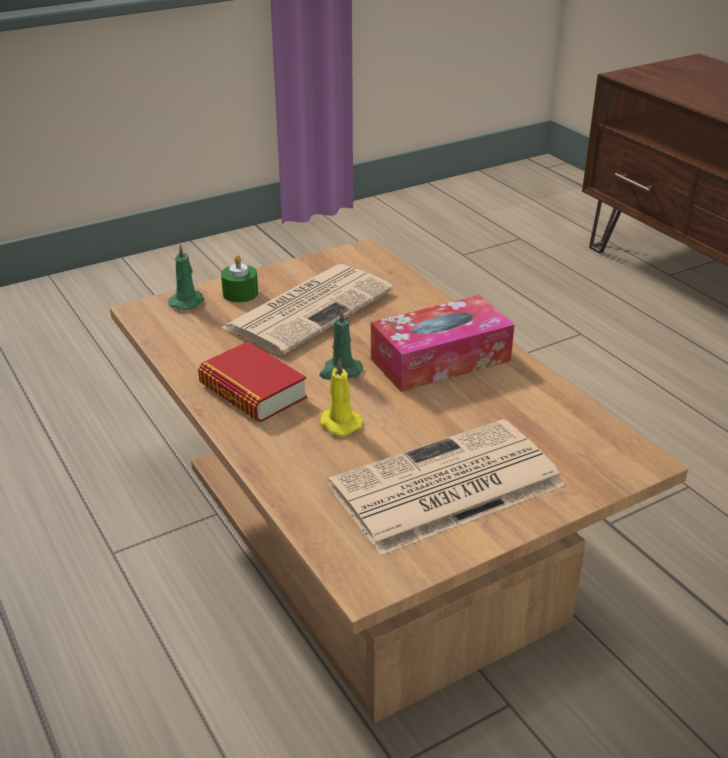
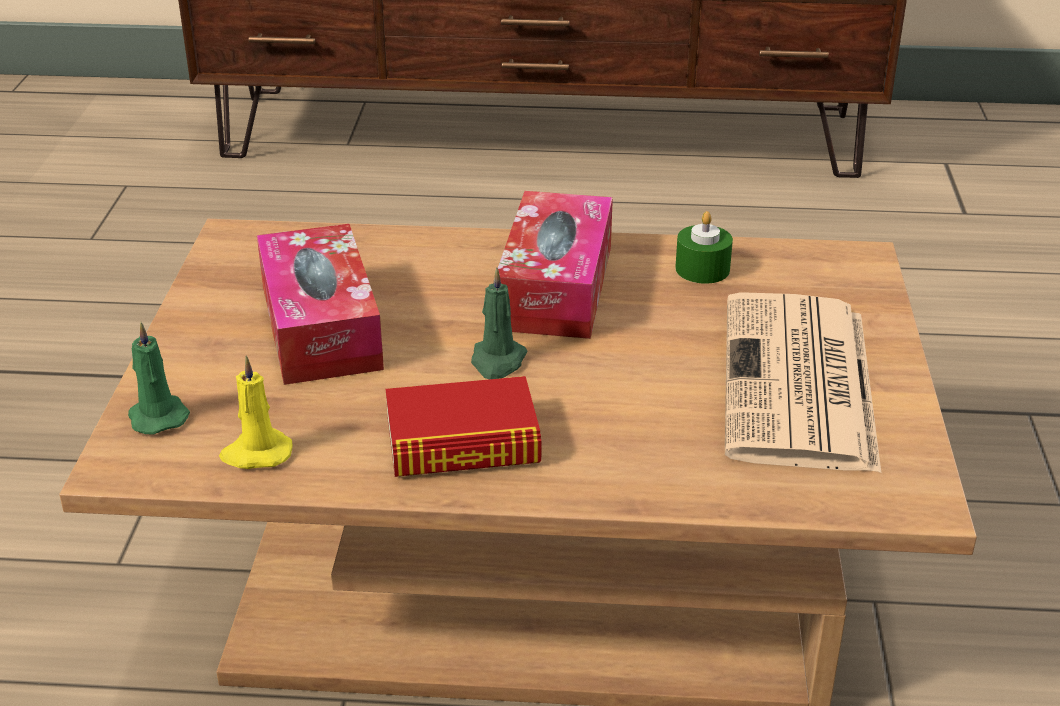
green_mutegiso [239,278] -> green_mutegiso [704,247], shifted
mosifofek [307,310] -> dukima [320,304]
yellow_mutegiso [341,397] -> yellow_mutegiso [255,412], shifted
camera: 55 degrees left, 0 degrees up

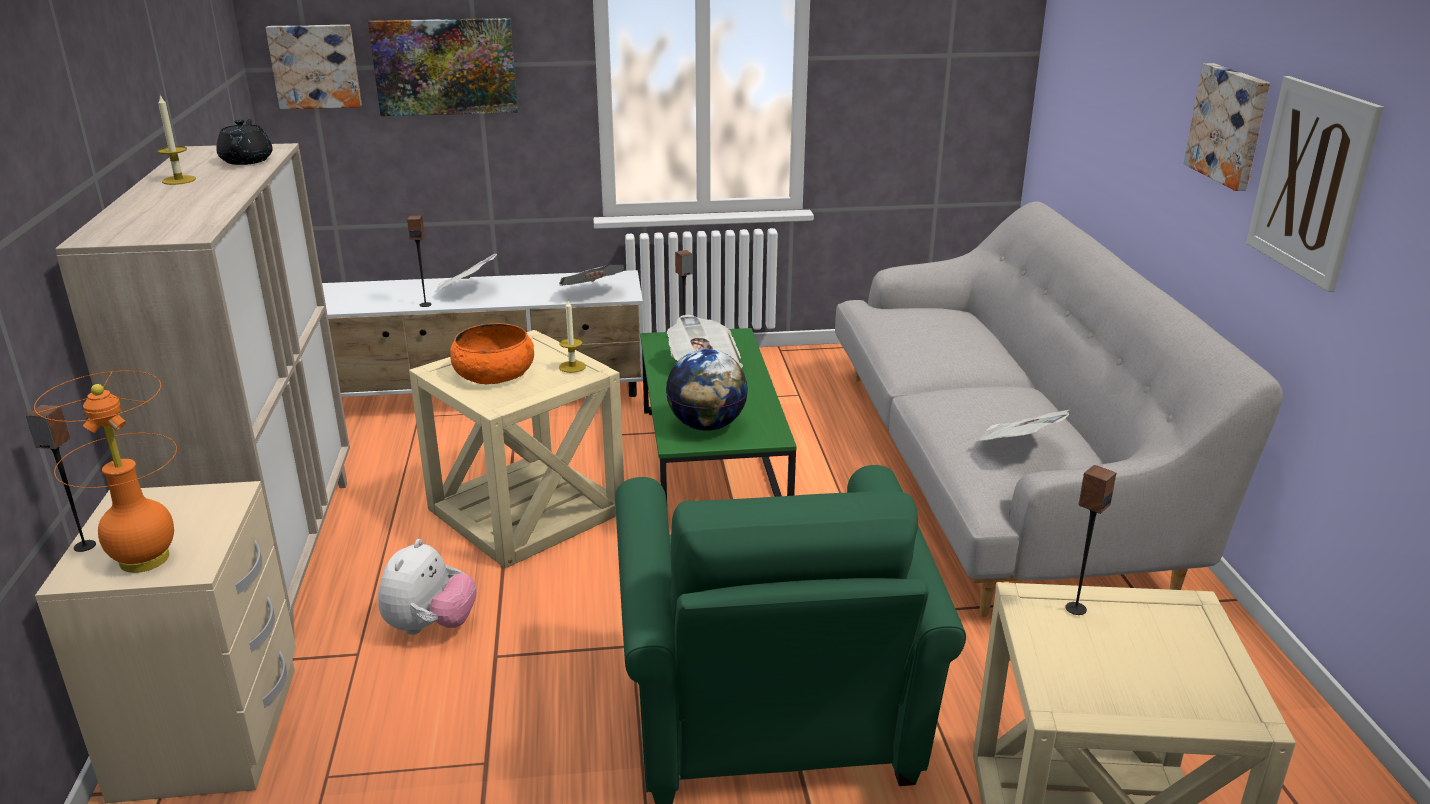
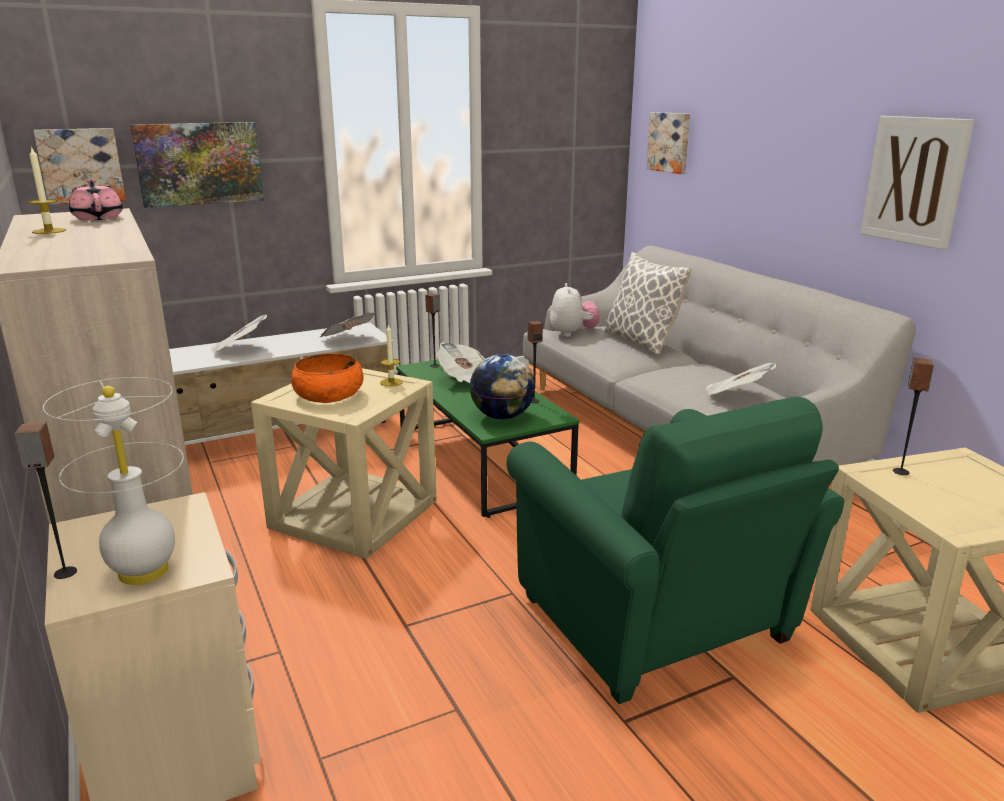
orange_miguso [105,472] -> white_miguso [113,481]
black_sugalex [244,142] -> pink_sugalex [96,200]
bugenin [427,587] -> bugenin [575,310], shifted
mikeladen [419,261] -> mikeladen [535,361], shifted
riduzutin [1227,127] -> riduzutin [668,143], shifted
none -> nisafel [648,303]
camera: 20 degrees left, 5 degrees down

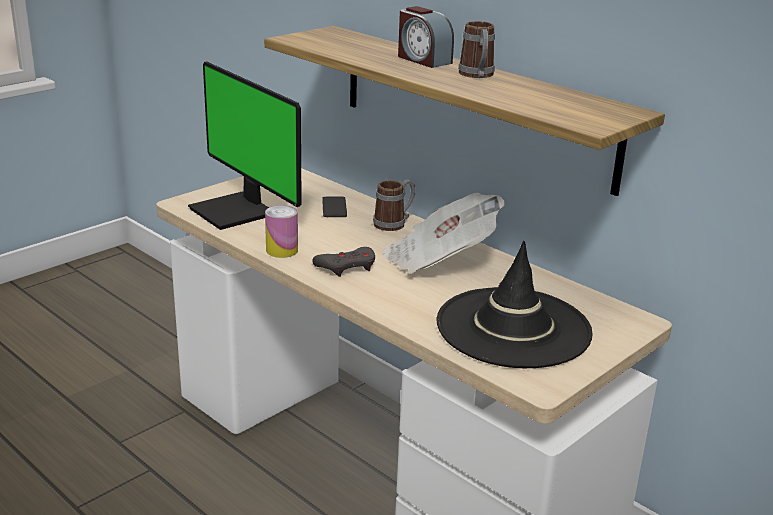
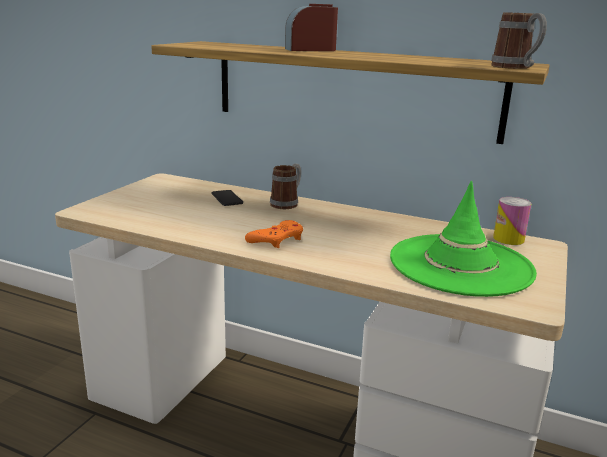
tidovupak [245,146] -> none
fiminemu [281,231] -> fiminemu [512,221], shifted
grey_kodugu [343,262] -> orange_kodugu [274,234]
mosifofek [444,233] -> none
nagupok [426,37] -> nagupok [311,28], 135 degrees clockwise
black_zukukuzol [514,304] -> green_zukukuzol [463,239]
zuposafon [476,49] -> zuposafon [519,40], shifted
camera: 20 degrees left, 5 degrees down

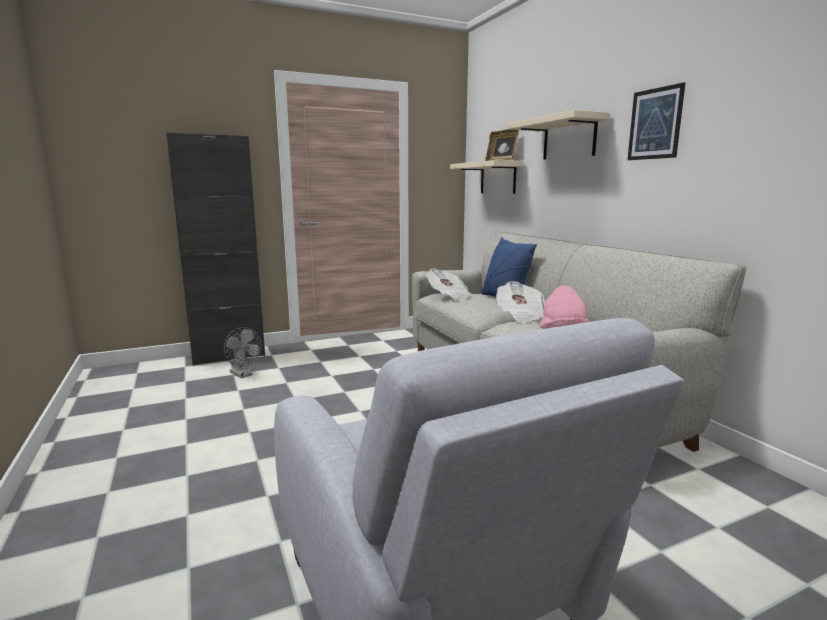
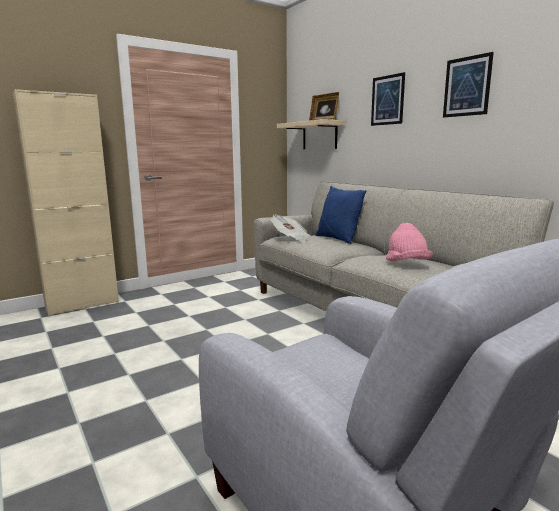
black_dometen [215,249] -> beige_dometen [66,202]
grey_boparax [243,352] -> none
mosifofek [520,302] -> none
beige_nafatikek [558,135] -> riduzutin [388,99]
camera: 10 degrees left, 0 degrees up

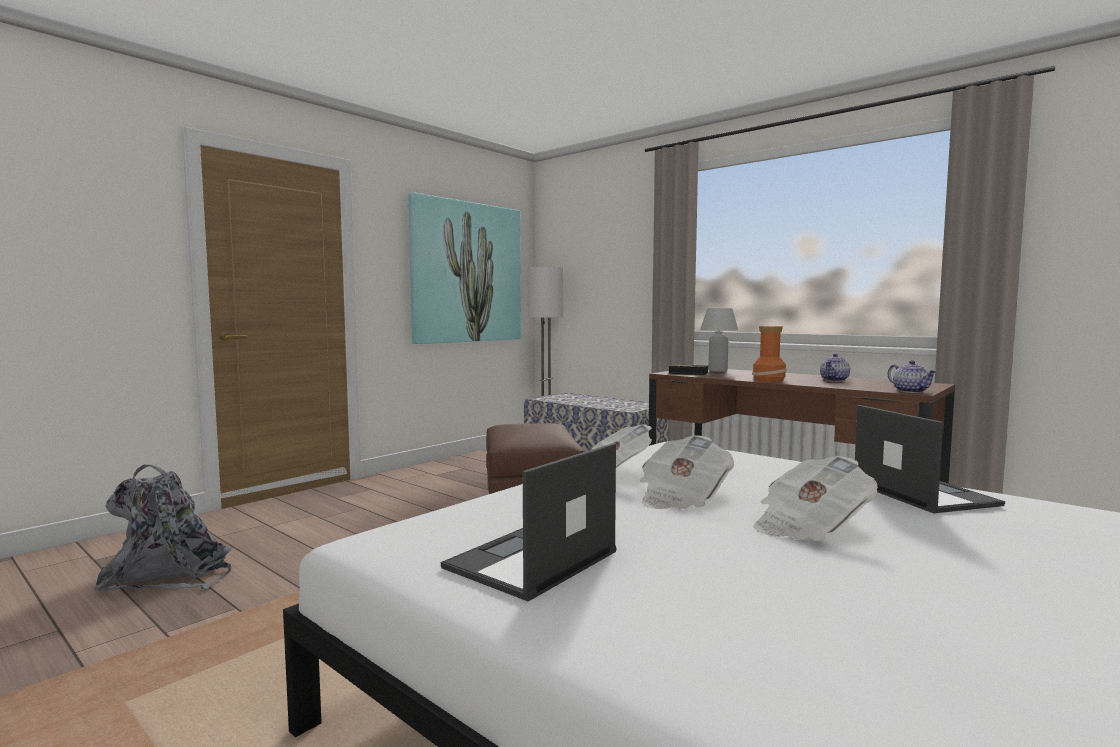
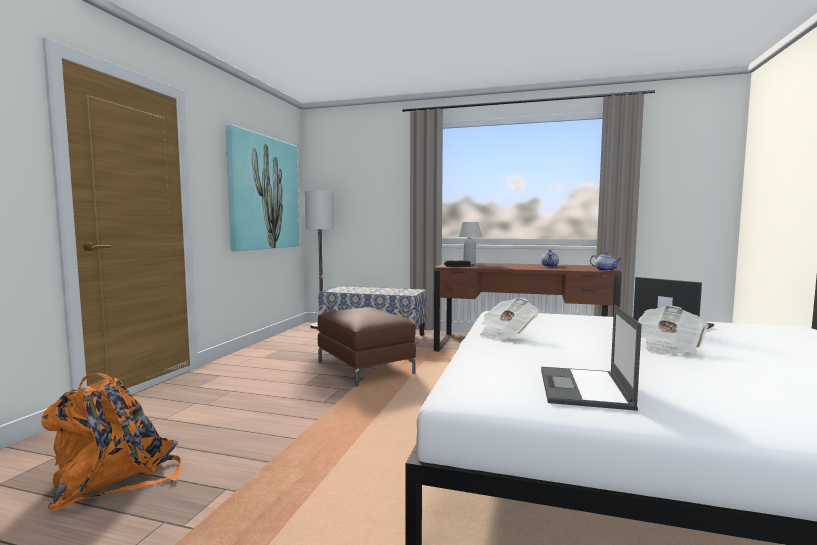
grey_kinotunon [162,528] -> orange_kinotunon [111,441]
mosifofek [687,472] -> none
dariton [769,354] -> none
camera: 25 degrees left, 0 degrees up

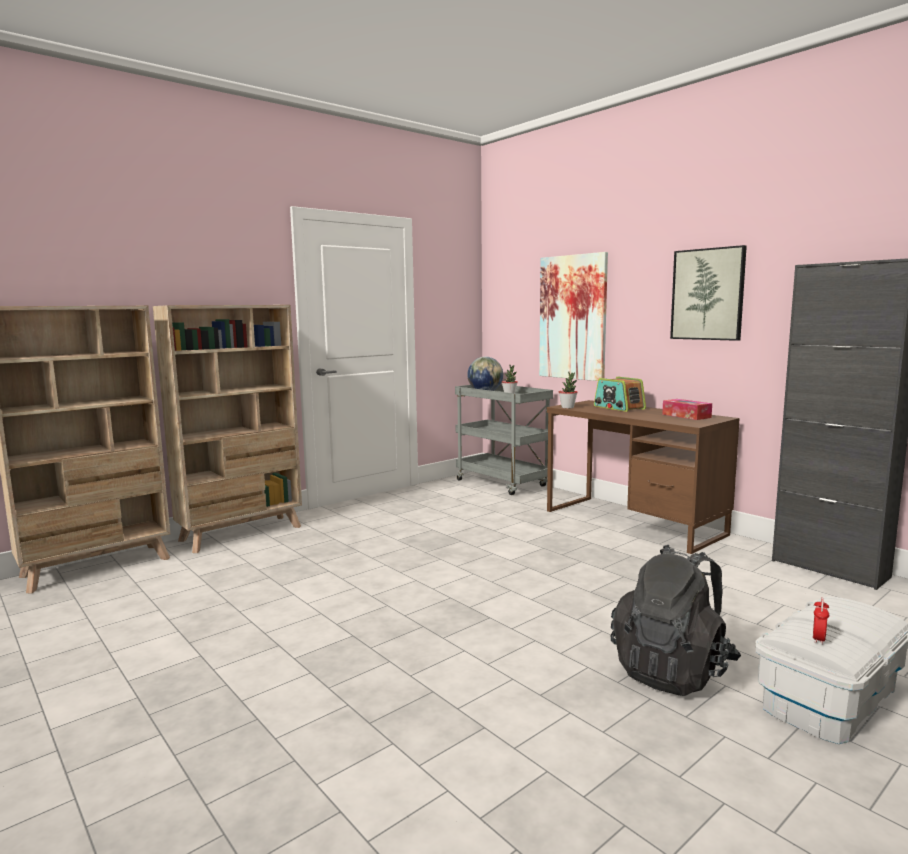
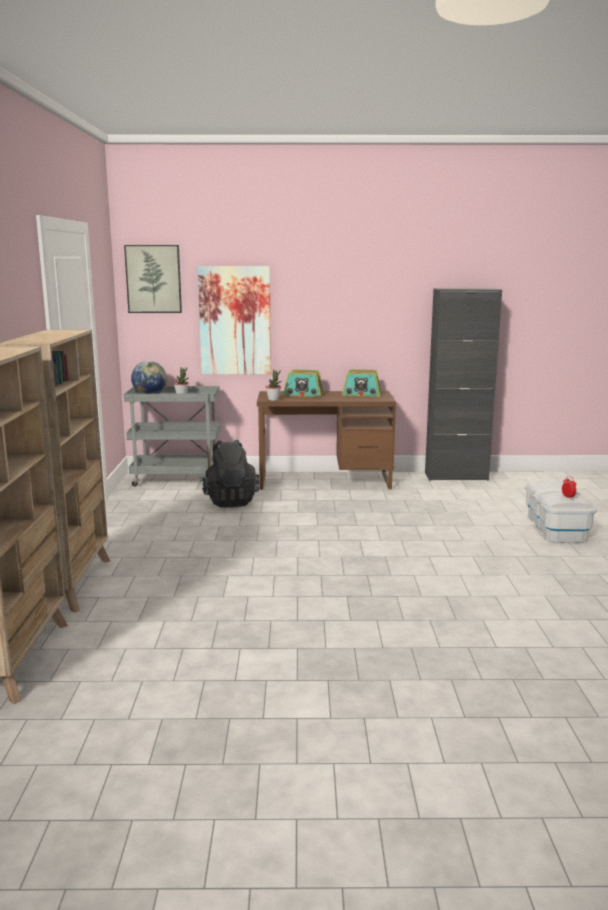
black_kinotunon [675,620] -> black_kinotunon [230,474], shifted
dukima [687,409] -> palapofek [361,383]
riduzutin [708,293] -> riduzutin [153,279], shifted
camera: 50 degrees left, 5 degrees up

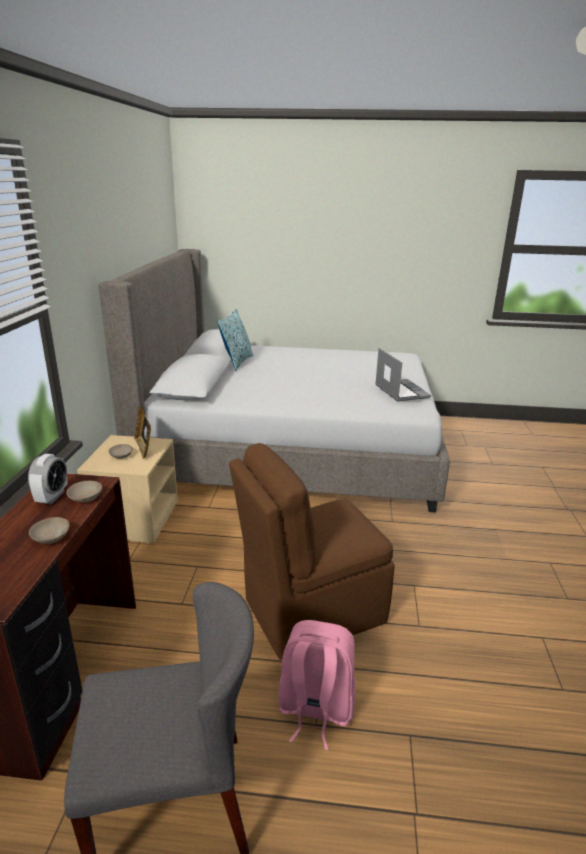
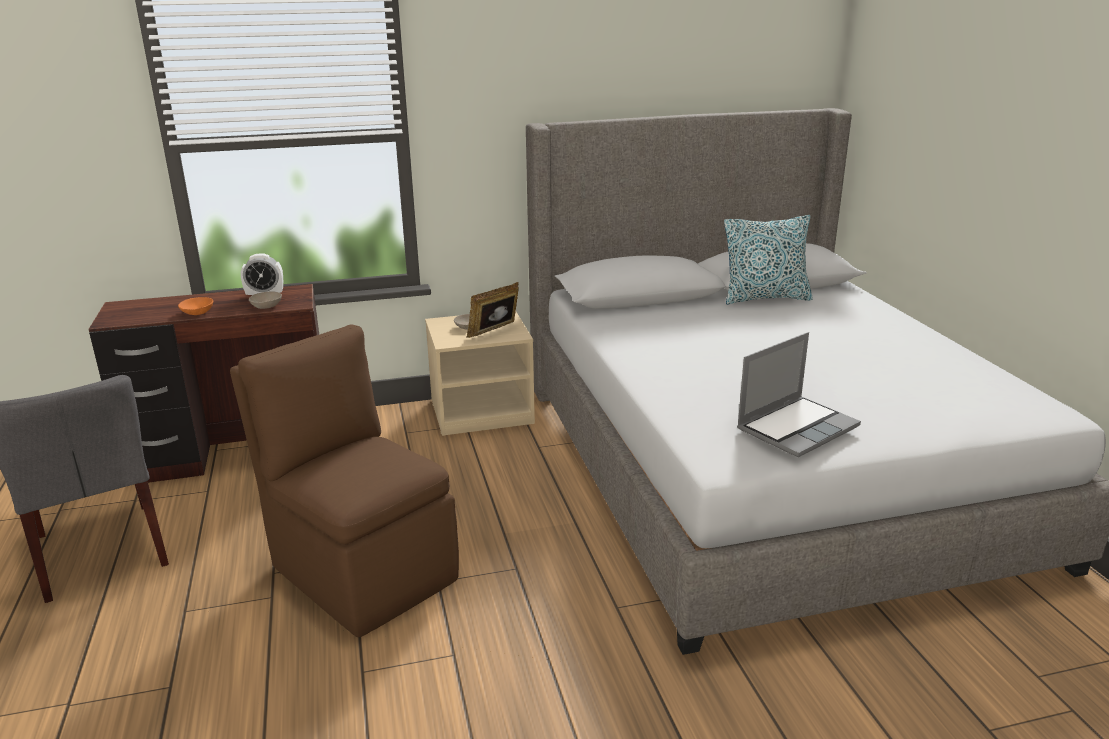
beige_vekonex [49,530] -> orange_vekonex [195,306]
pink_kinotunon [316,685] -> none
camera: 70 degrees right, 0 degrees up

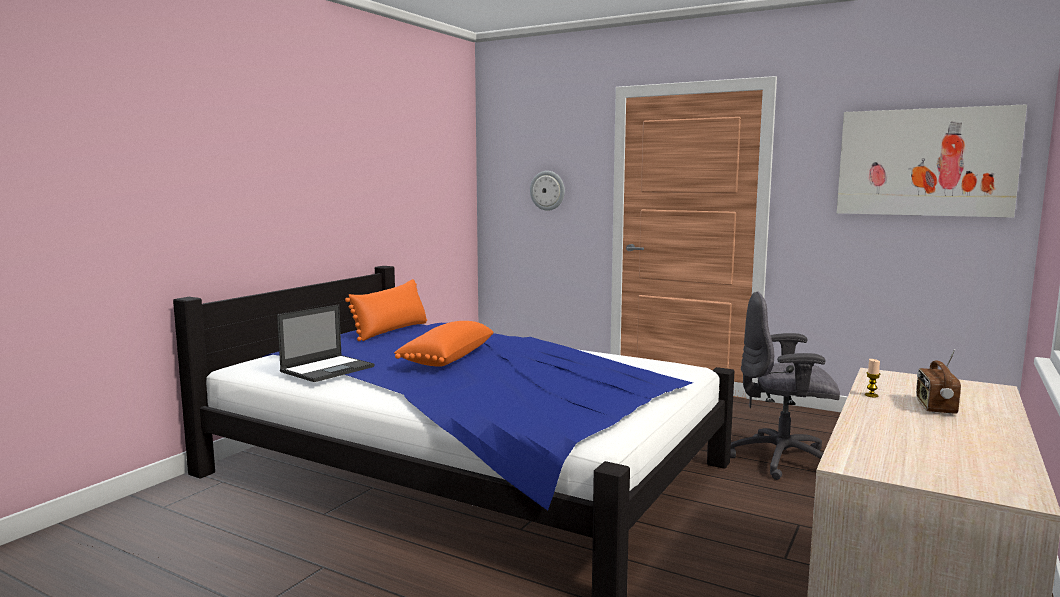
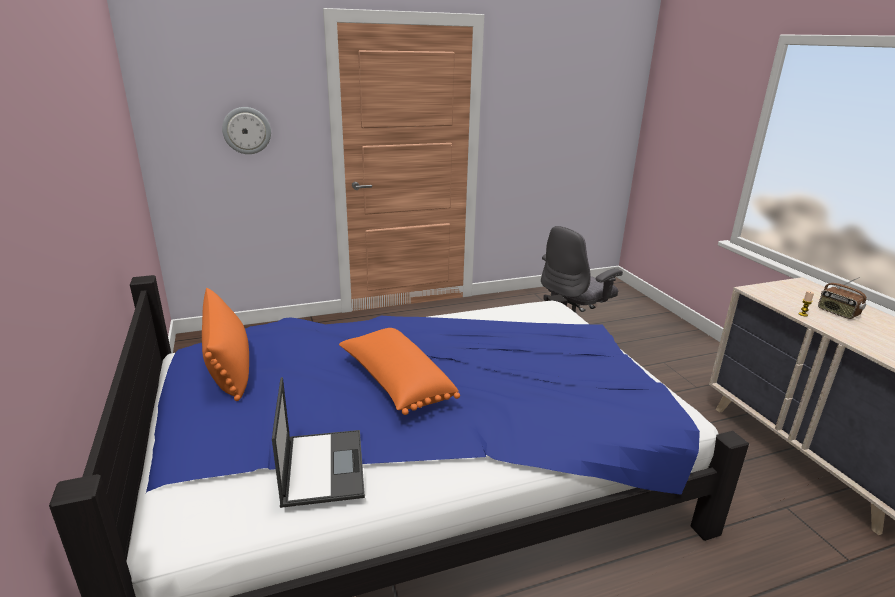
riduzutin [932,161] -> none
camera: 50 degrees left, 15 degrees up

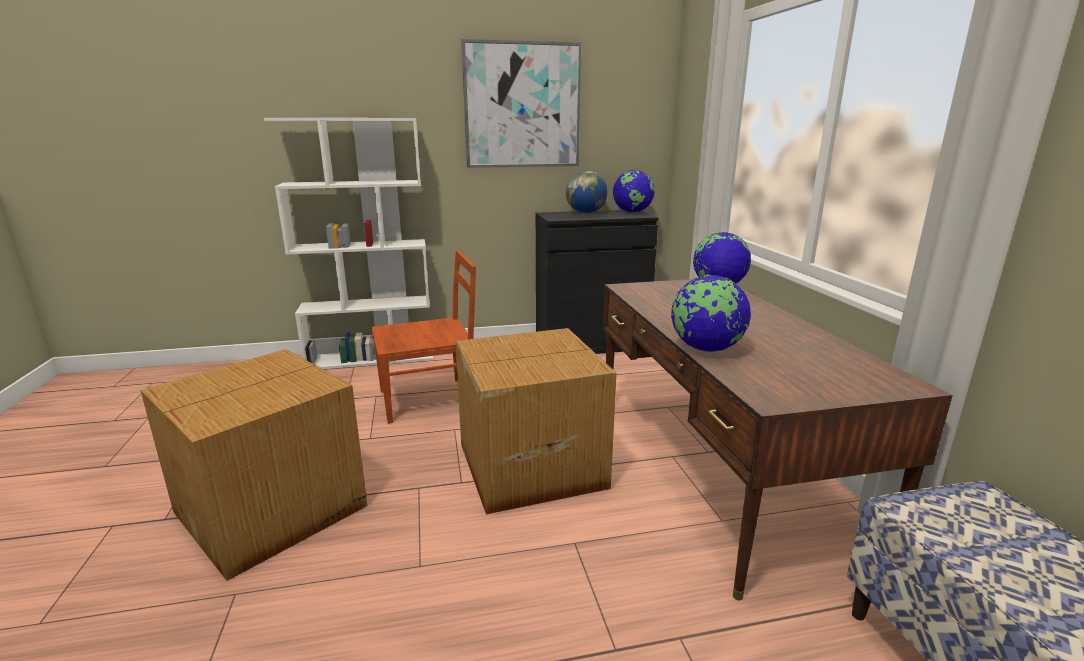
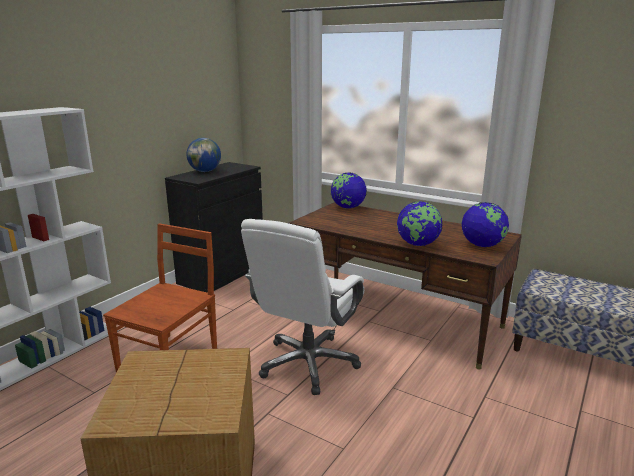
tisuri [535,421] -> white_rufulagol [302,307]
riduzutin [521,103] -> none
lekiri [634,191] -> lekiri [485,225], shifted
camera: 45 degrees left, 0 degrees up

